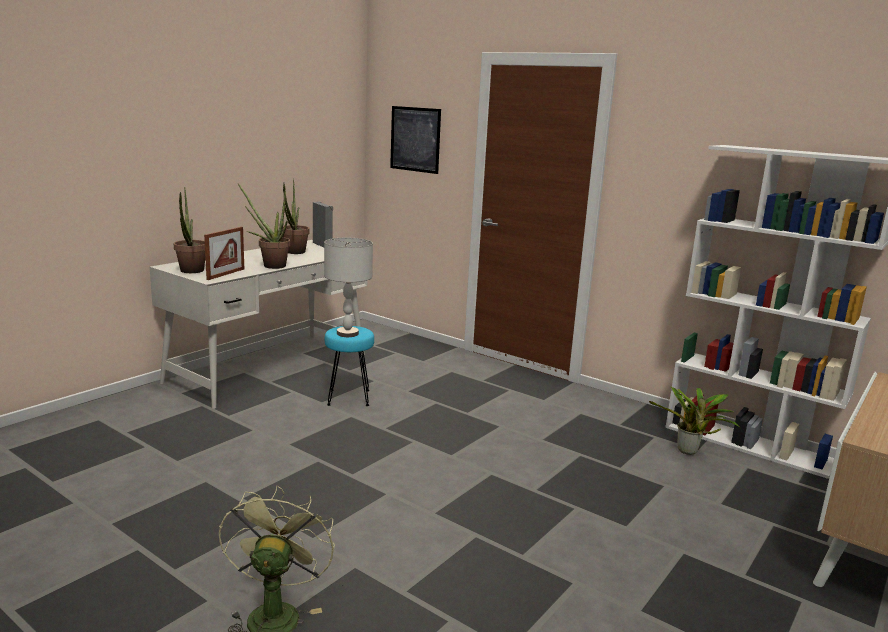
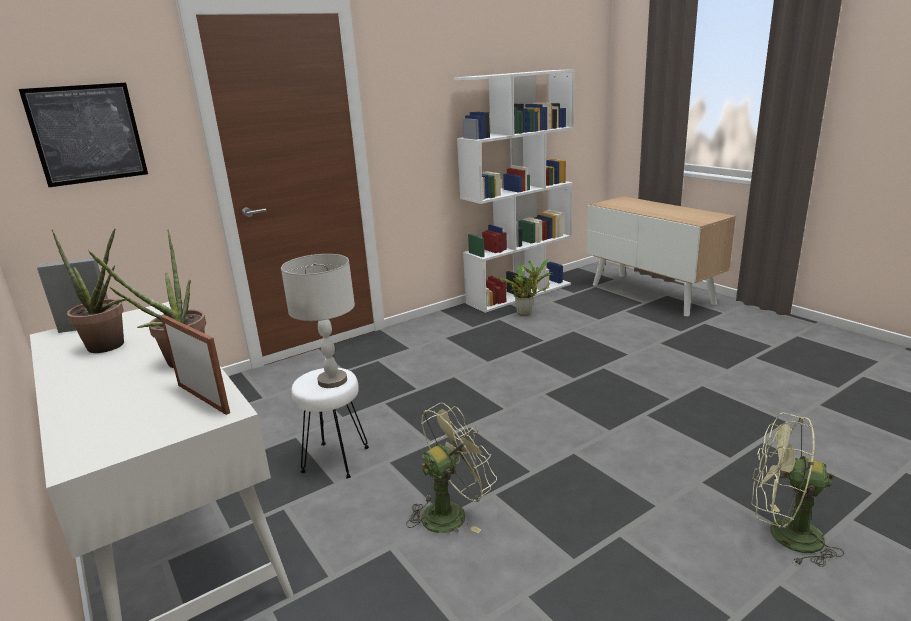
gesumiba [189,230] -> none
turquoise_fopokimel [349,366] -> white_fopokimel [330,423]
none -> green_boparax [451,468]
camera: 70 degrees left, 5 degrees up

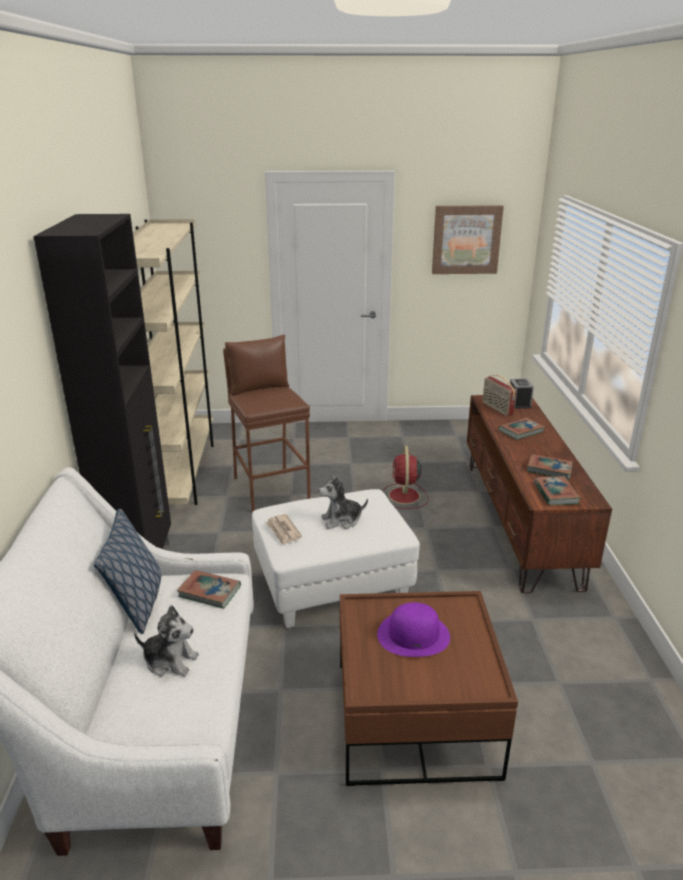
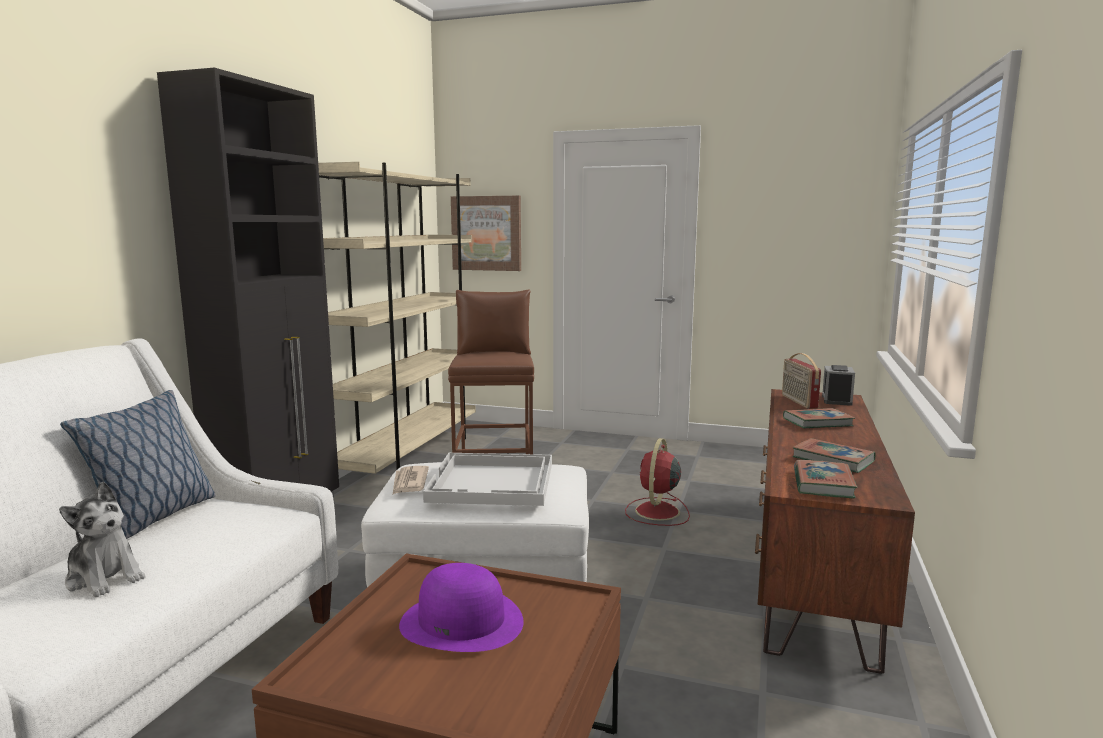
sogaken [209,589] -> none
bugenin [343,501] -> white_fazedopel [487,479]
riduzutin [468,239] -> riduzutin [486,233], shifted
camera: 20 degrees right, 15 degrees down

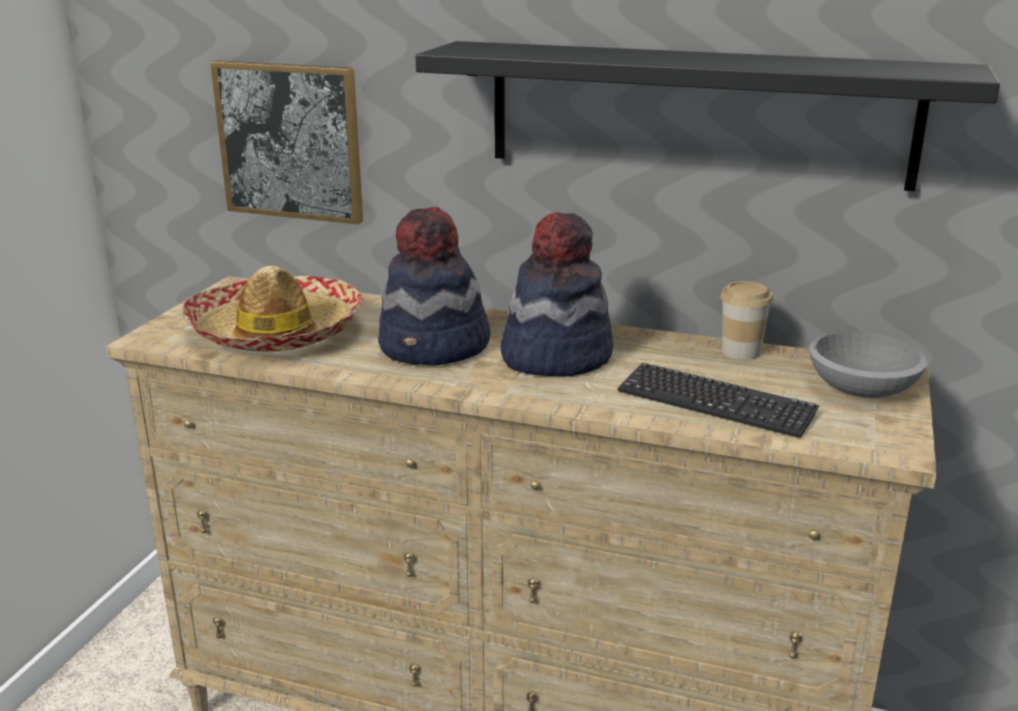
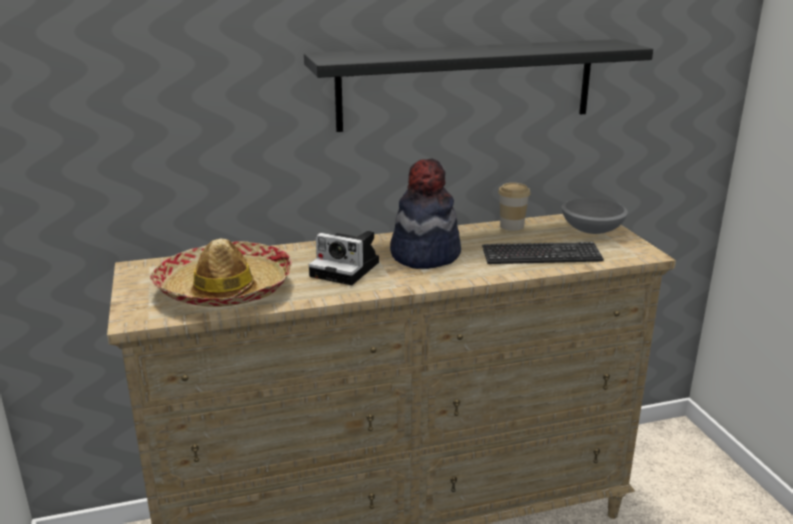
riduzutin [286,142] -> none
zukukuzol [434,286] -> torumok [344,258]
camera: 35 degrees left, 0 degrees up

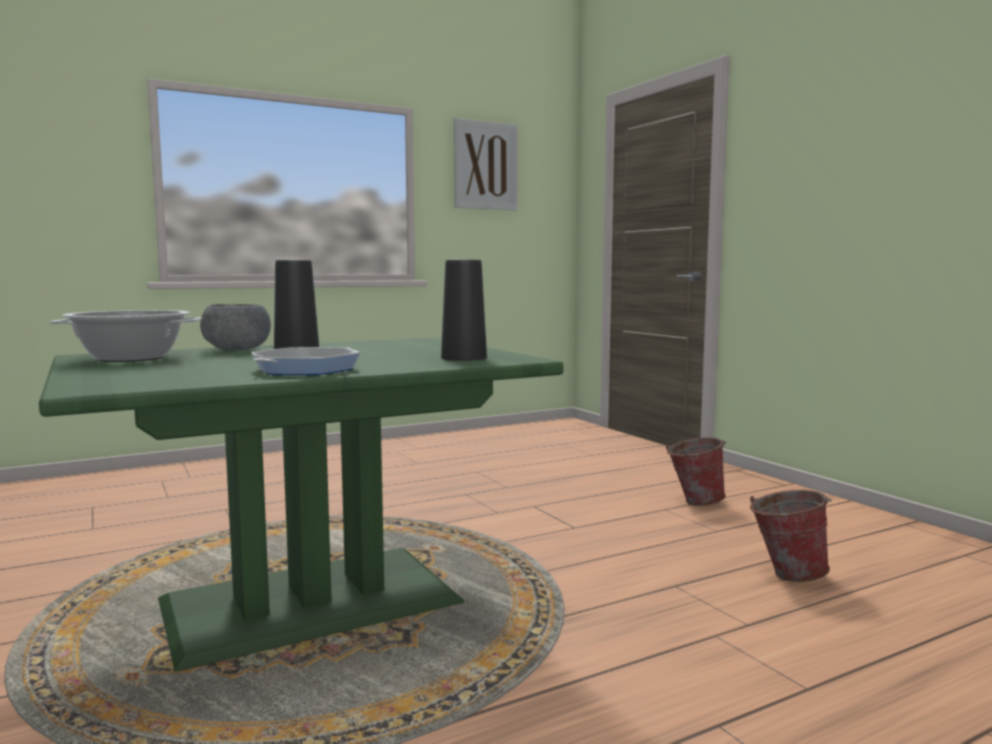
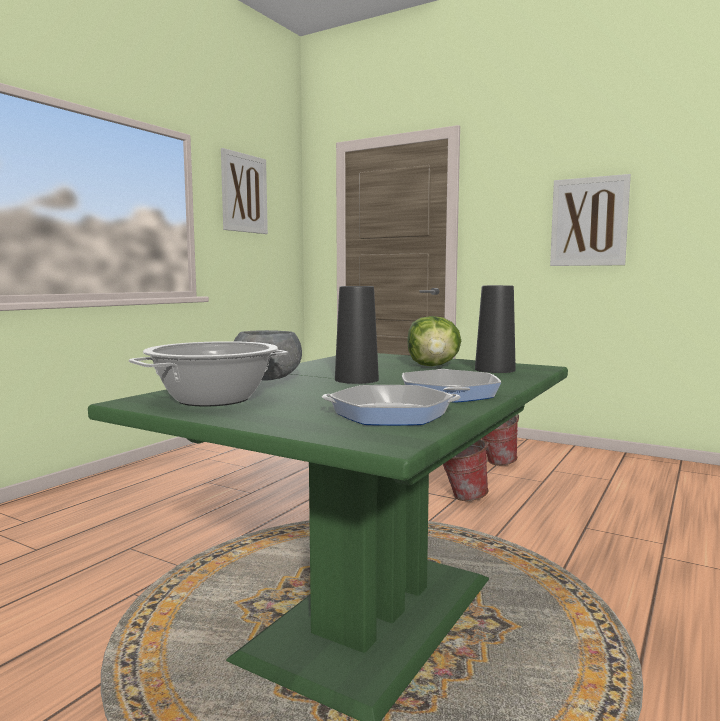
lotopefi [791,536] -> lotopefi [466,470], shifted
none -> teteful [391,405]
none -> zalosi [434,341]
none -> riduzutin [590,220]
camera: 30 degrees left, 0 degrees up

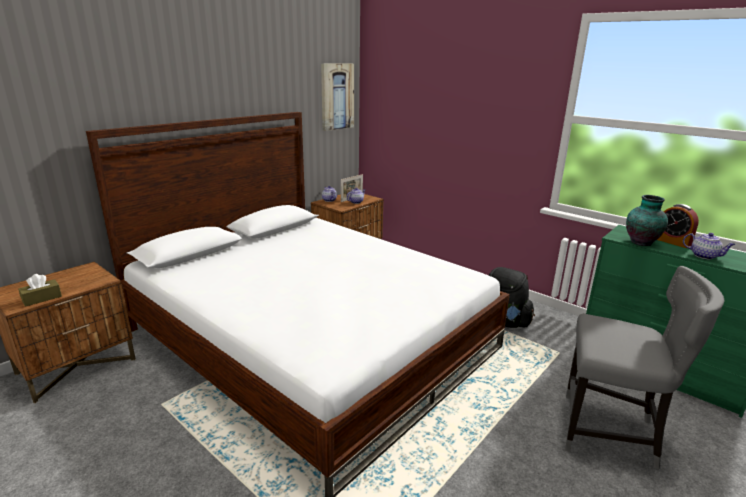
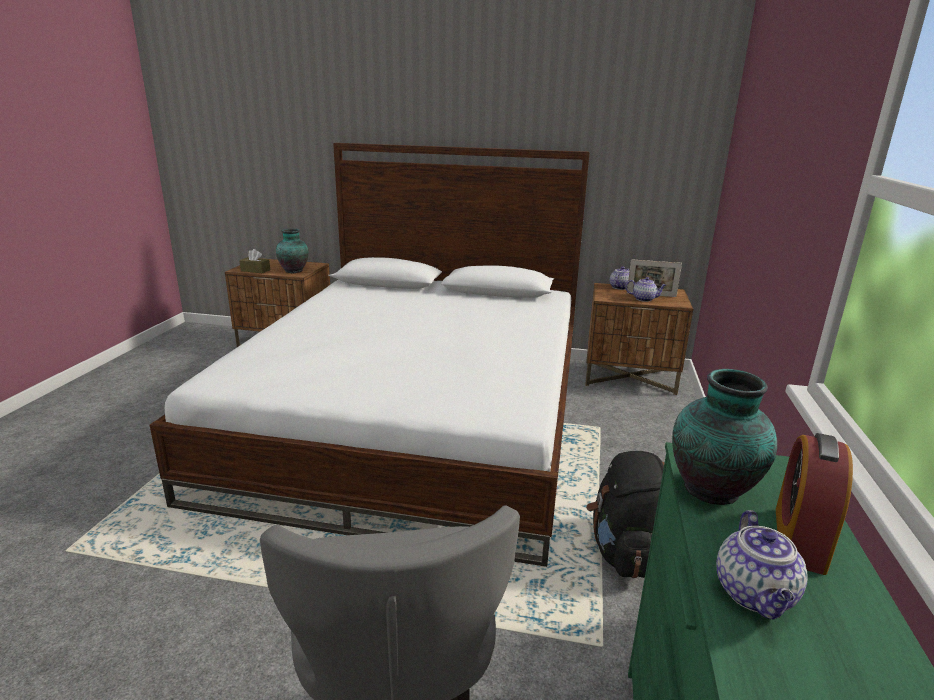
riduzutin [337,97] -> none
none -> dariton [292,250]
camera: 60 degrees right, 0 degrees up

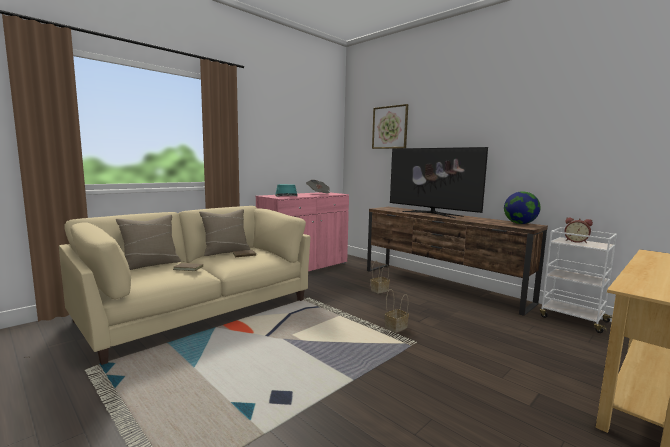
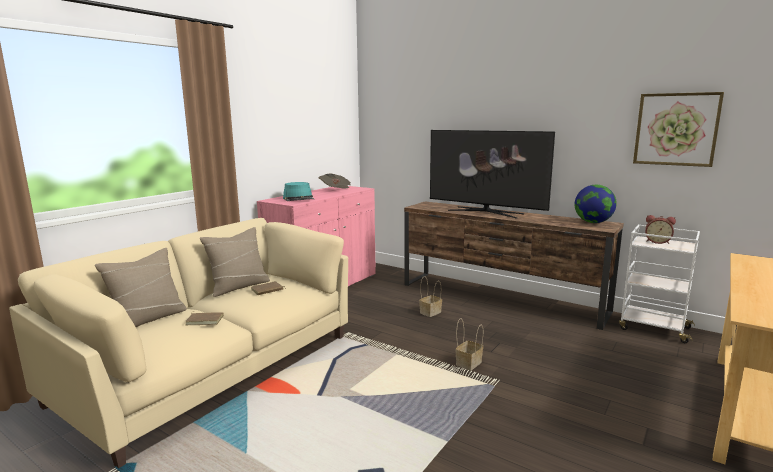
riduzutin [390,126] -> riduzutin [678,129], shifted
camera: 10 degrees left, 5 degrees up

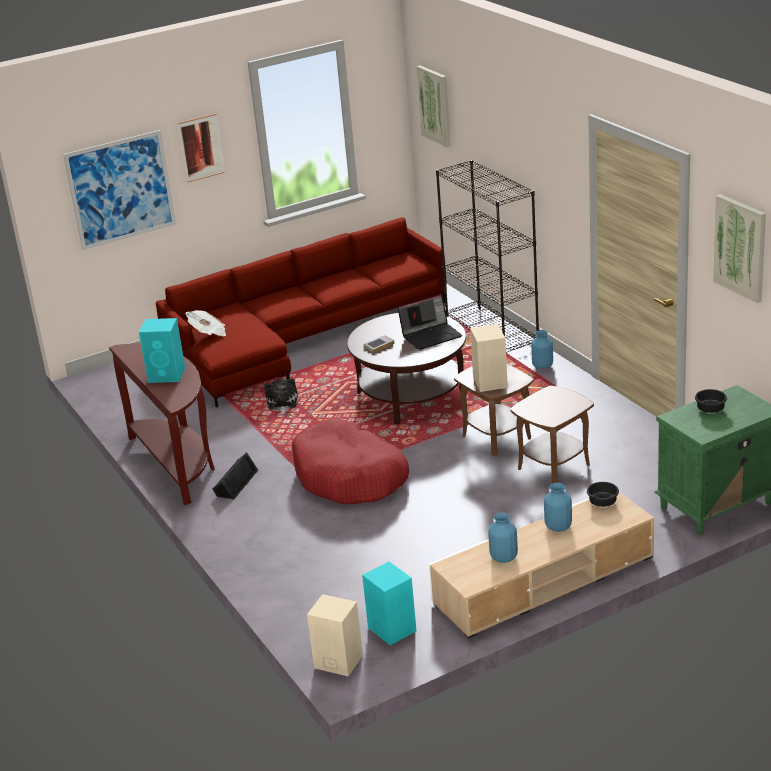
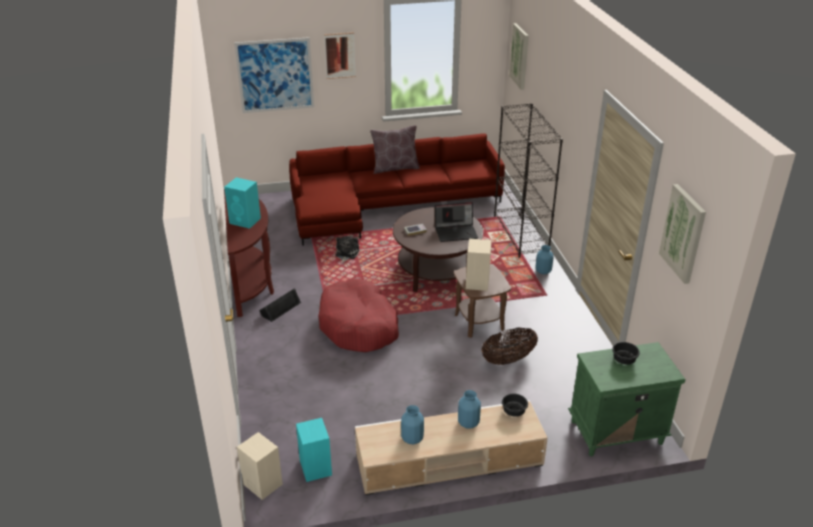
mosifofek [205,323] -> none
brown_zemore [552,435] -> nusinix [510,346]
none -> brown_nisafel [395,149]
camera: 15 degrees right, 5 degrees up

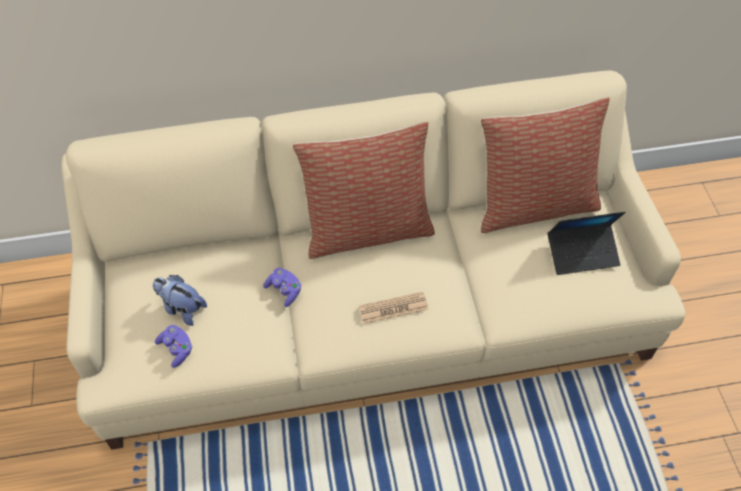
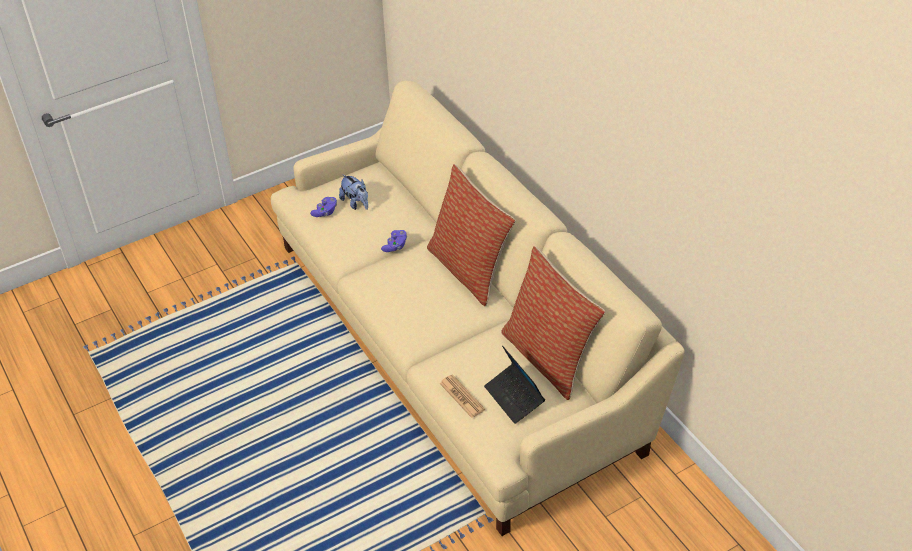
bugenin [180,300] -> bugenin [353,192], 135 degrees clockwise
mosifofek [393,308] -> mosifofek [462,396], shifted
camera: 70 degrees right, 10 degrees down

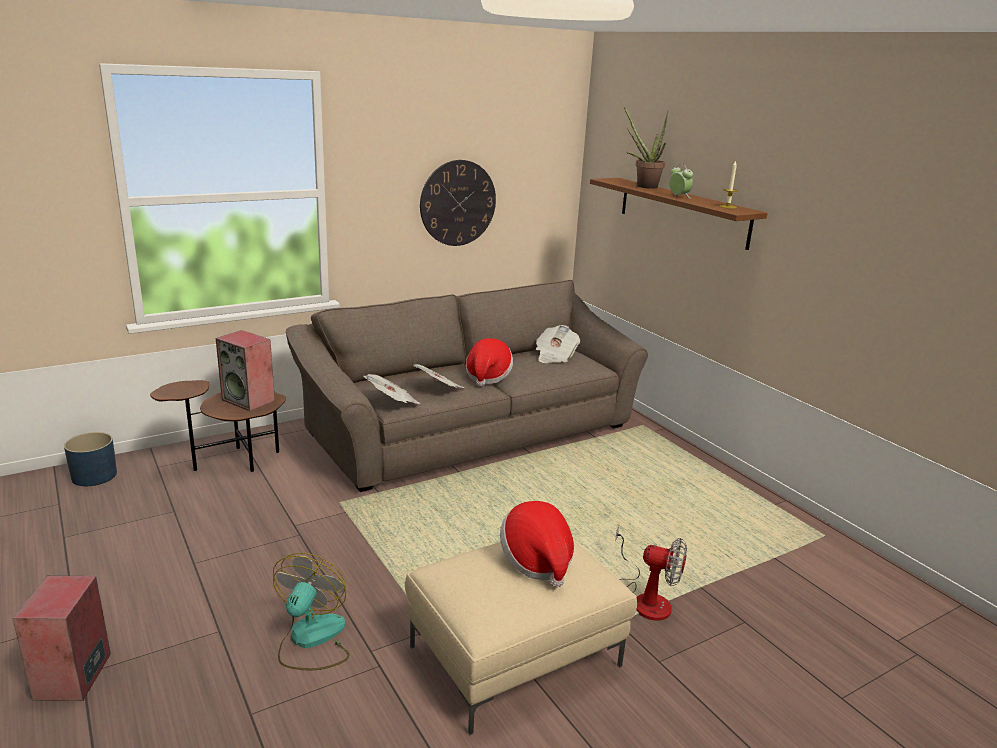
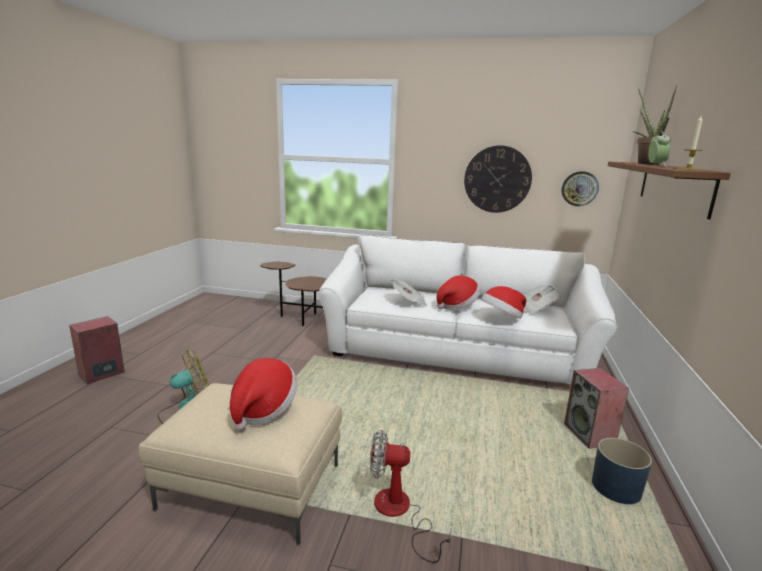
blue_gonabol [90,459] -> blue_gonabol [622,471], shifted
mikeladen [245,370] -> mikeladen [596,408], shifted
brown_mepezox [467,386] -> white_mepezox [468,310]
mosifofek [391,389] -> none
boparax [651,573] -> boparax [410,496], 120 degrees clockwise
none -> zukukuzol [503,302]
none -> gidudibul [580,188]
camera: 45 degrees right, 5 degrees down

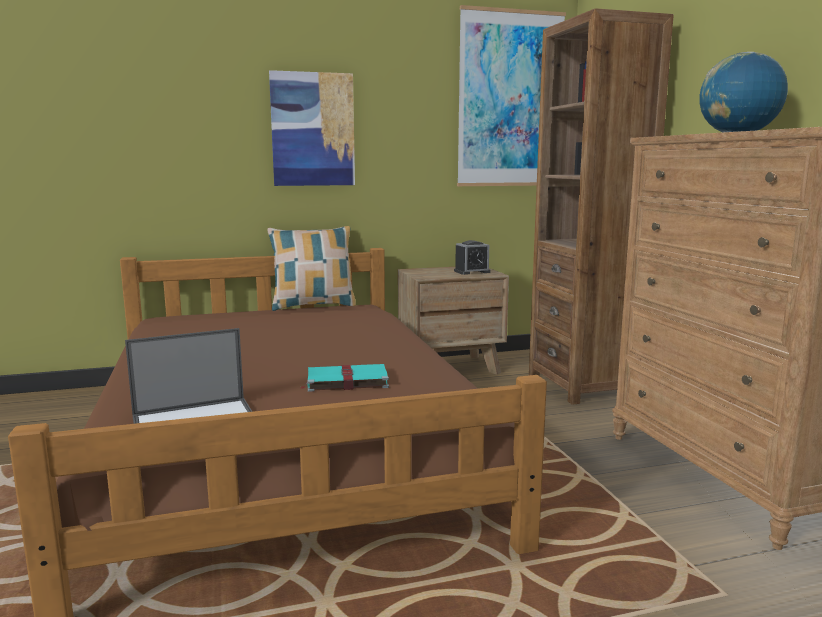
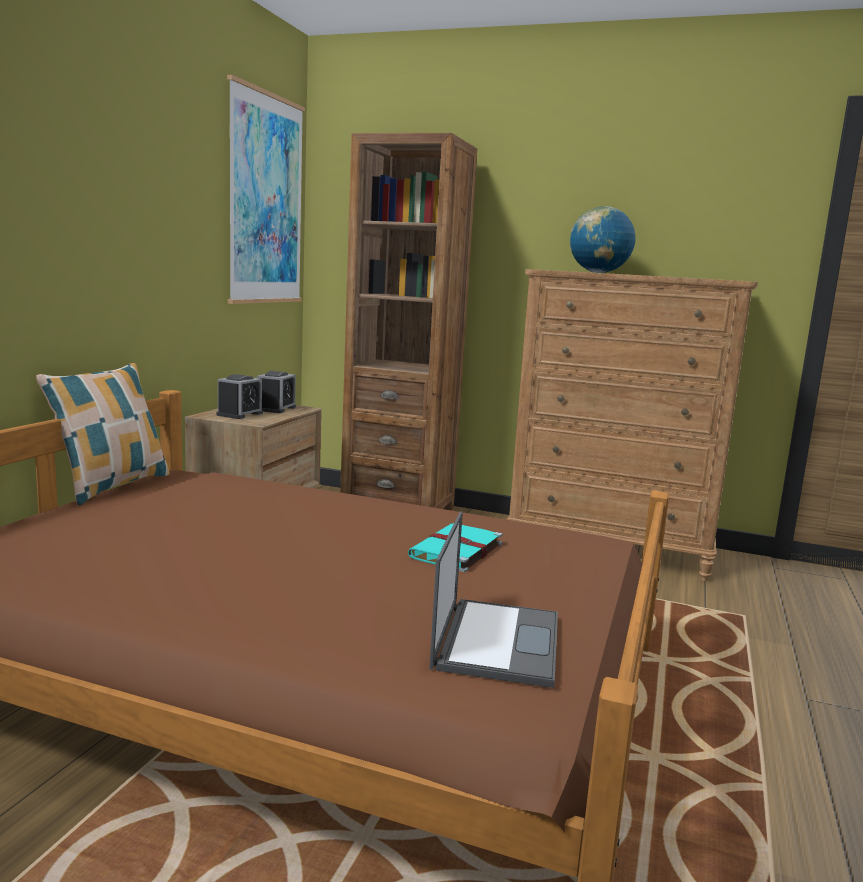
riduzutin [312,128] -> none
none -> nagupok [239,396]
camera: 55 degrees left, 0 degrees up

